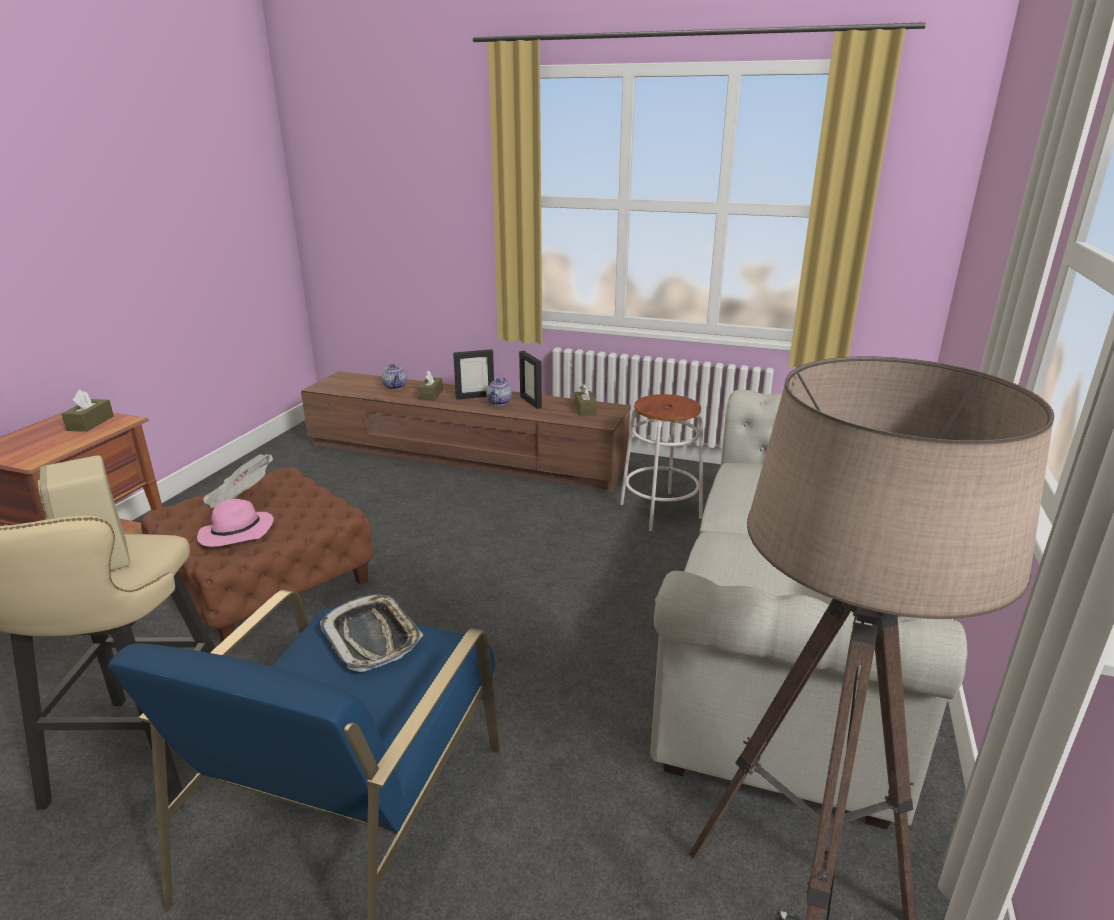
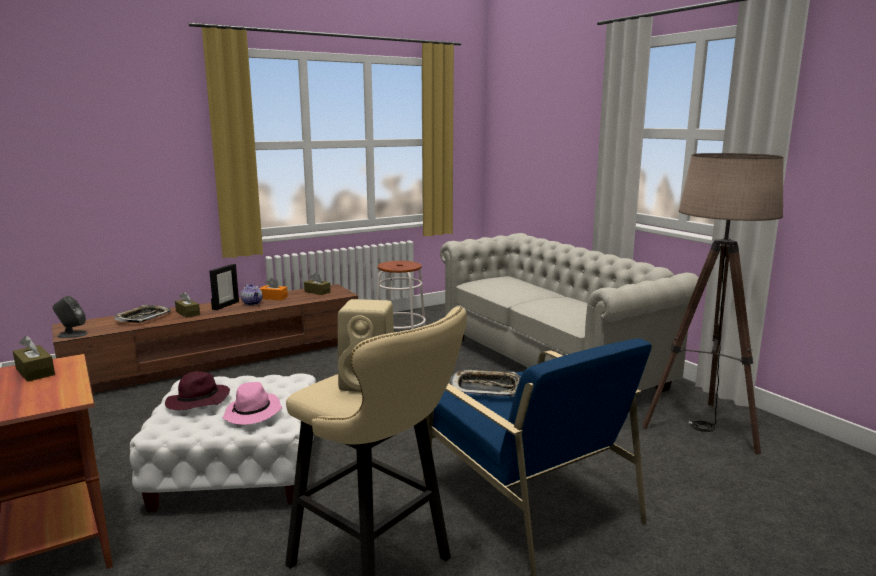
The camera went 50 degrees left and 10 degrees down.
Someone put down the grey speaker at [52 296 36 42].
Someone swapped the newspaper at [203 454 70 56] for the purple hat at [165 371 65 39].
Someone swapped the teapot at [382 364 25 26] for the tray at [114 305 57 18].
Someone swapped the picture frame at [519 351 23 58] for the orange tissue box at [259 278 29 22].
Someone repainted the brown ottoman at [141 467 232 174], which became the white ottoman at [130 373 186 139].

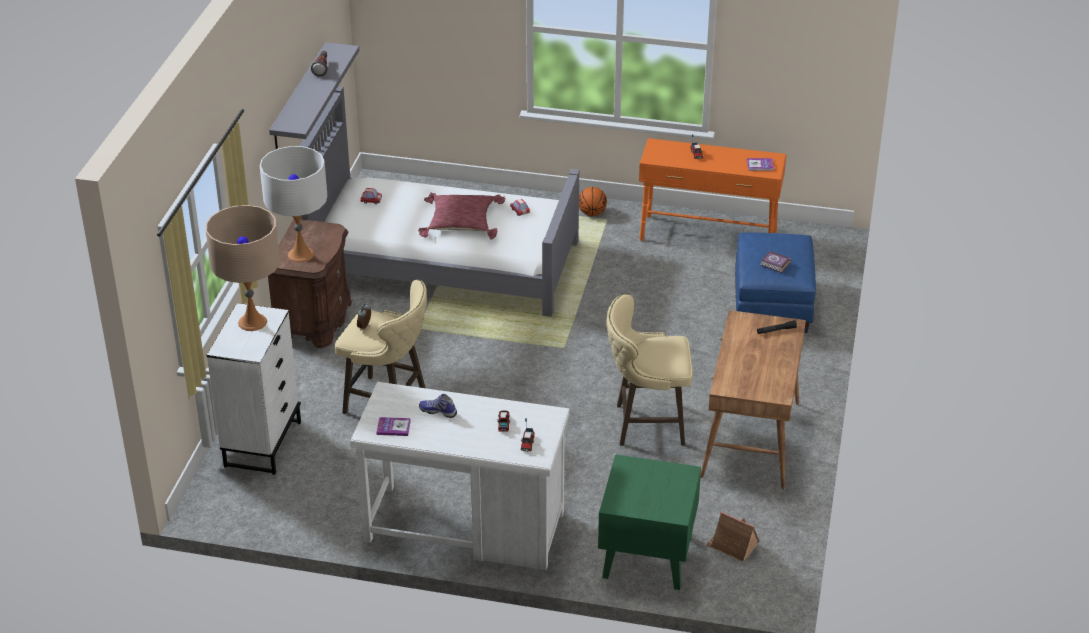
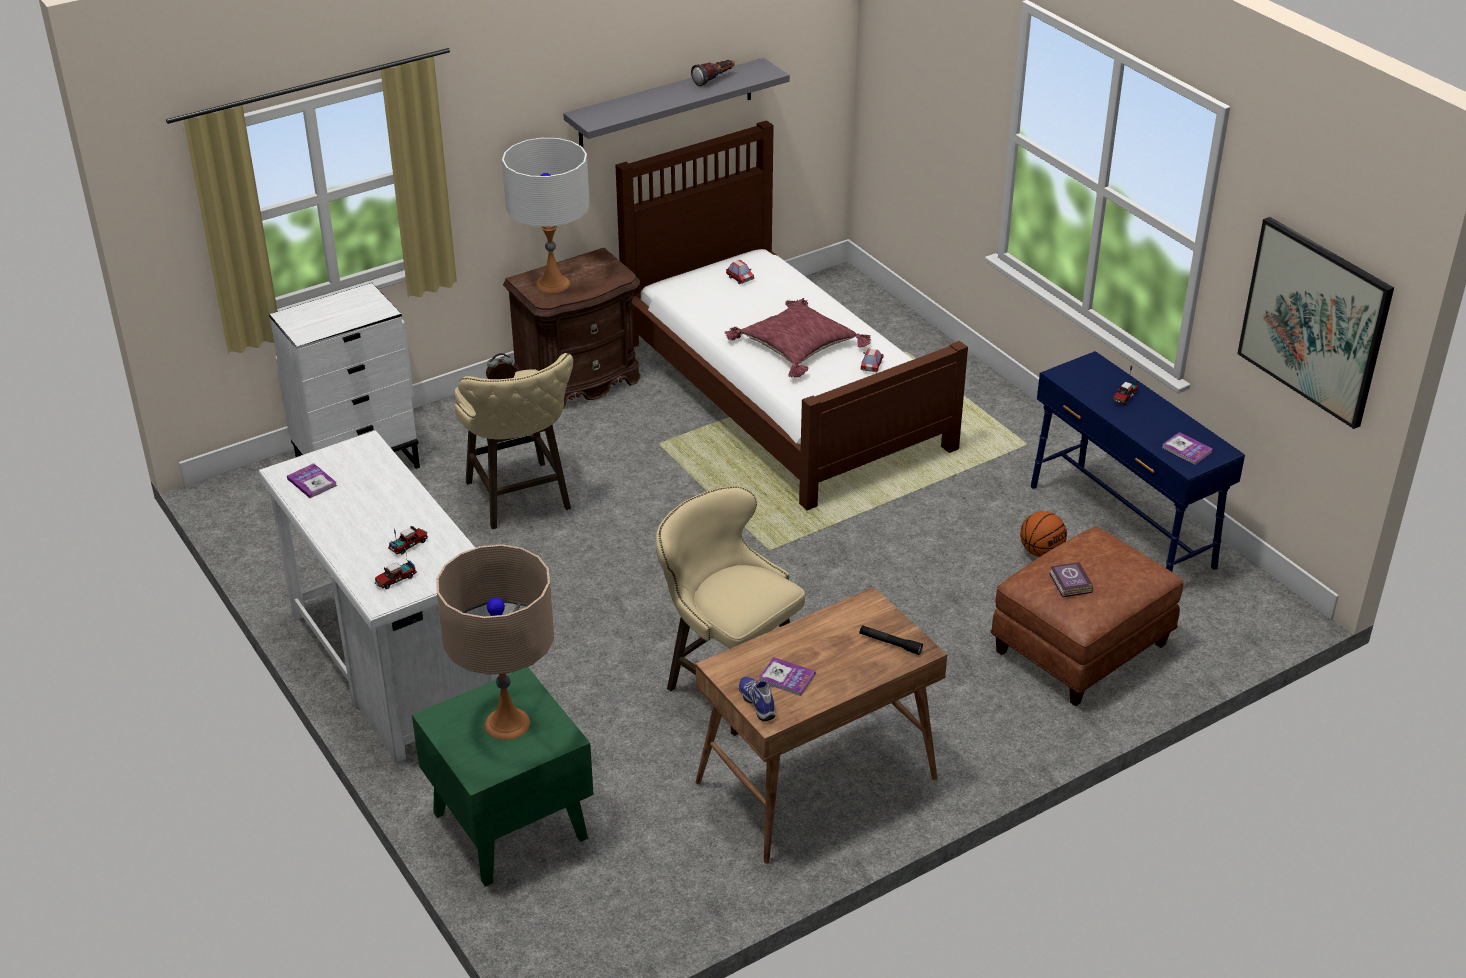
The camera went 45 degrees right and 0 degrees up.
Someone took away the toy house at [706 512 54 50].
Someone put down the book at [758 657 58 39].
Someone put up the picture at [1237 217 157 212].
Someone carried the beige table lamp from [206 205 74 126] to [436 544 118 196].
Someone carried the shoe from [419 394 38 24] to [739 677 36 45].
Someone carried the basketball from [579 187 28 29] to [1020 511 47 46].
Someone repainted the grey bed at [299 86 280 231], which became the brown bed at [615 120 353 390].
Someone repainted the orange console table at [639 138 147 103], which became the blue console table at [1031 351 214 221].
Someone repainted the blue ottoman at [735 233 81 100], which became the brown ottoman at [991 527 193 179].

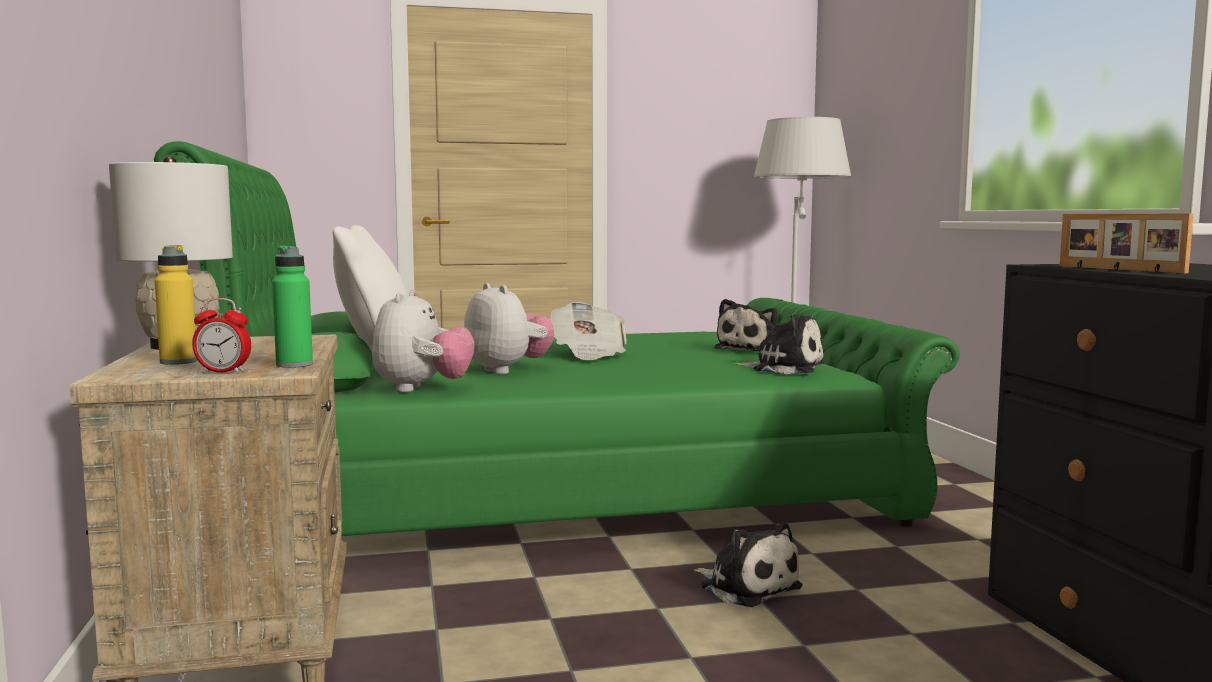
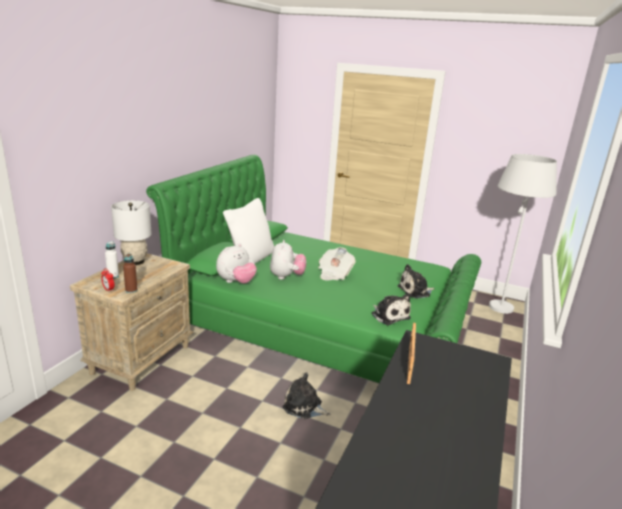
The camera went 35 degrees right and 15 degrees up.
Someone repainted the yellow bottle at [155 245 42 120], which became the white bottle at [105 241 14 38].
Someone repainted the green bottle at [272 246 41 122], which became the brown bottle at [123 253 15 40].
Someone rotated the plush toy at [694 522 109 85] by 120 degrees clockwise.

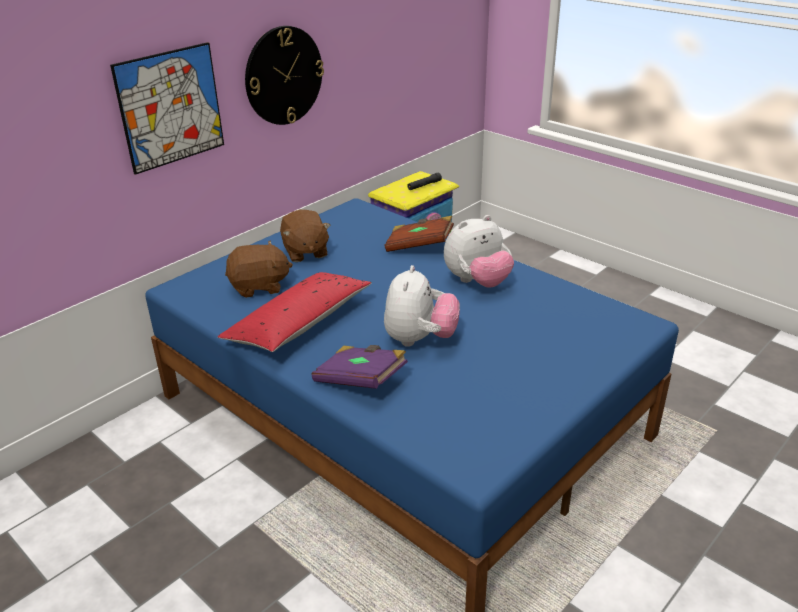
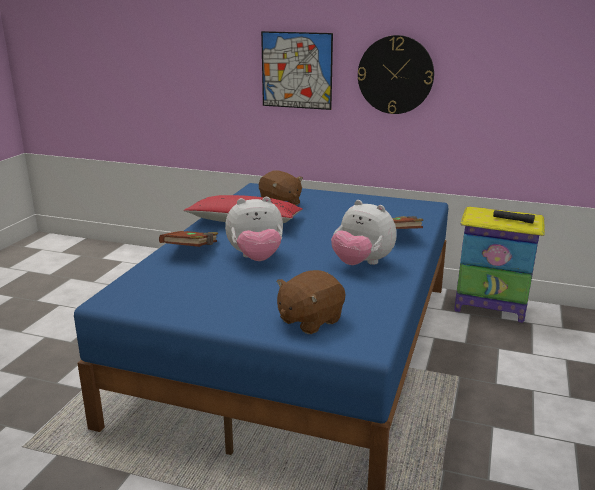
The camera went 65 degrees right and 10 degrees down.
Someone carried the brown plush toy from [280 210 51 52] to [277 270 68 64].
Someone repainted the purple book at [311 345 97 44], which became the brown book at [159 231 59 16].

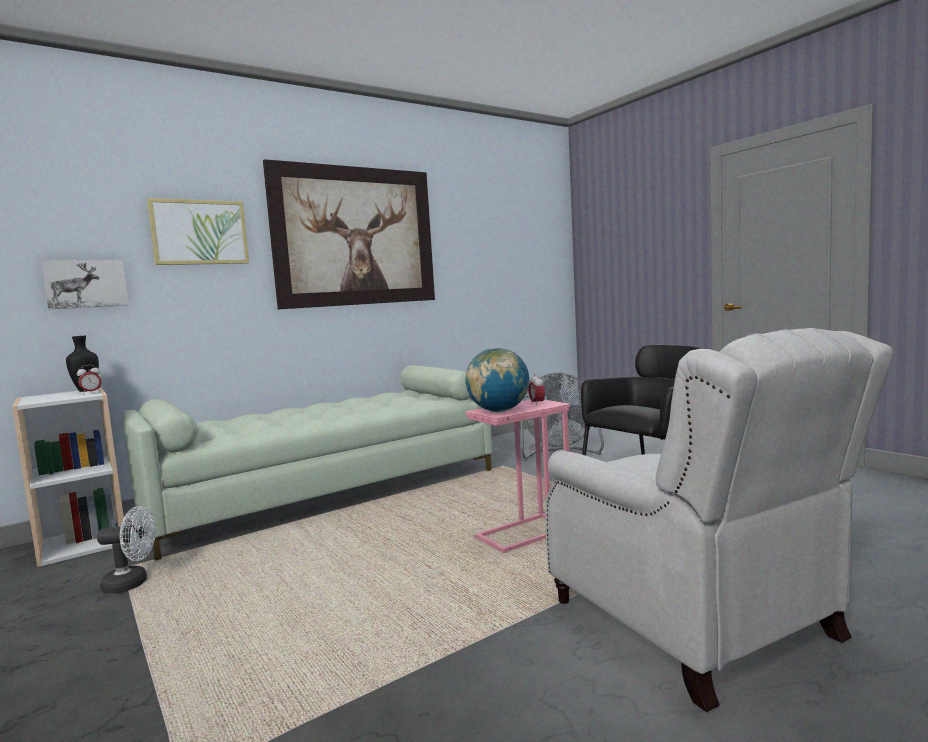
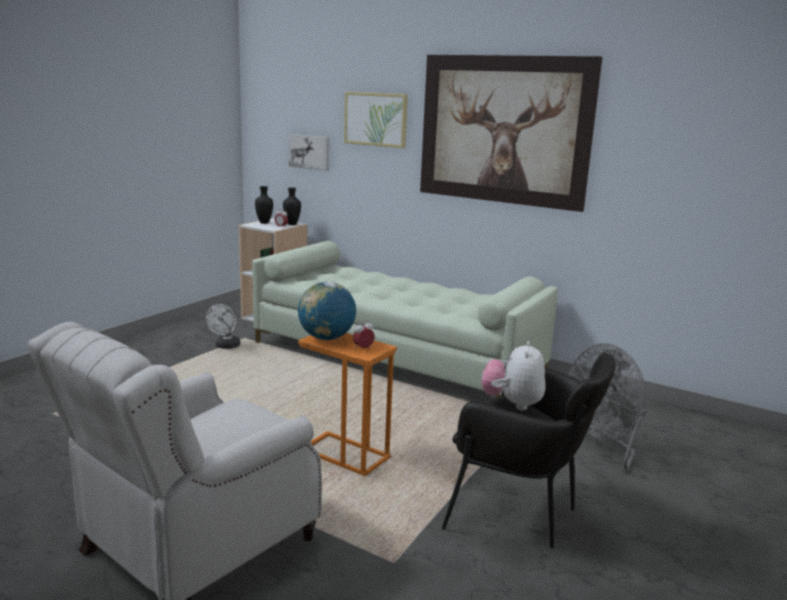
The camera went 65 degrees right and 10 degrees up.
Someone put down the black vase at [255 186 18 38].
Someone put down the plush toy at [482 341 63 69].
Someone repainted the pink side table at [465 399 105 154], which became the orange side table at [298 333 99 143].
Someone rotated the white fan at [97 506 59 88] by 45 degrees clockwise.

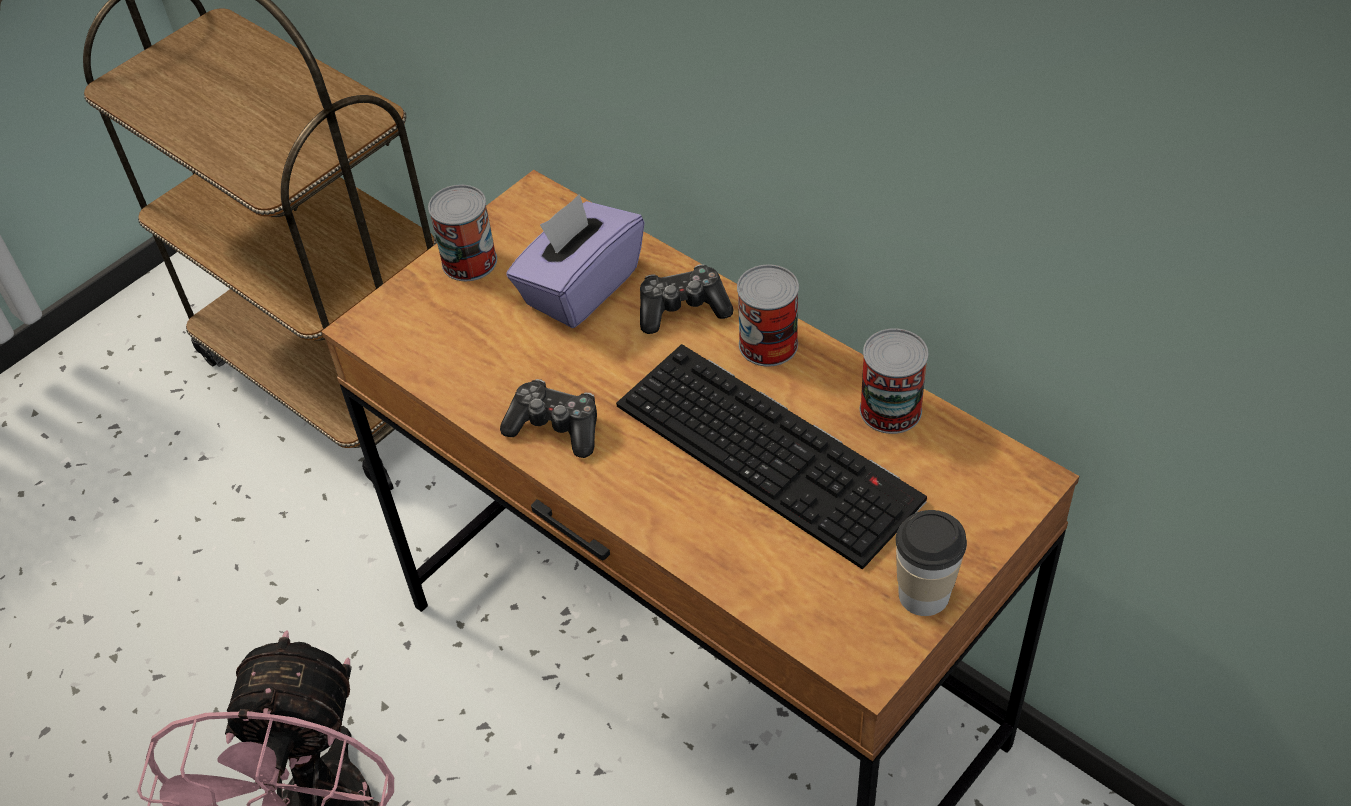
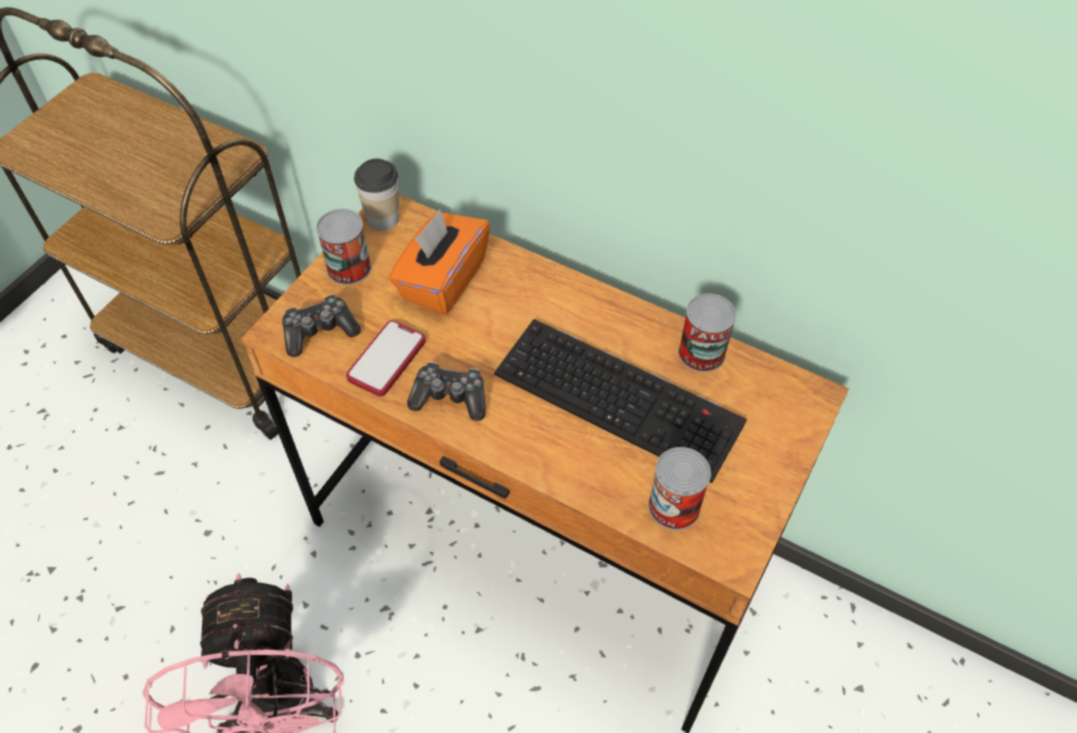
The camera went 15 degrees left and 5 degrees up.
Someone put down the phone at [346 320 80 77].
Someone carried the game controller from [640 264 93 70] to [282 294 79 63].
Someone carried the can from [737 264 62 103] to [648 447 63 83].
Someone carried the cup from [896 510 71 106] to [354 159 45 72].
Someone repainted the purple tissue box at [506 194 139 134], which became the orange tissue box at [389 209 101 106].

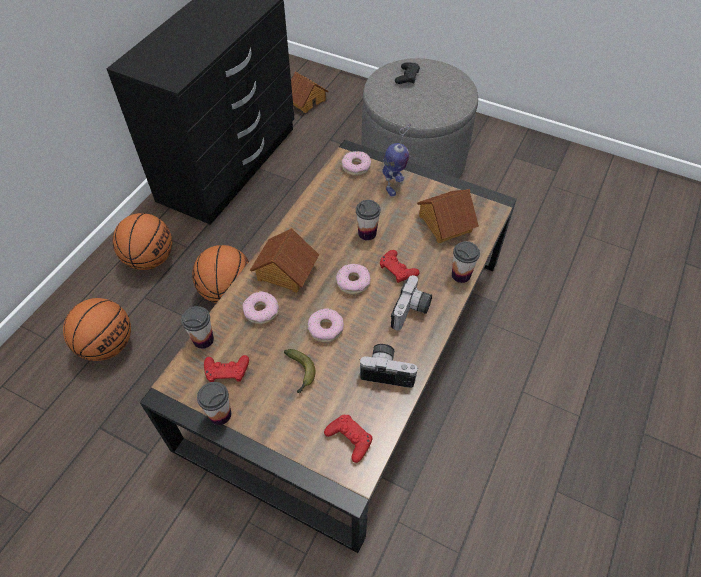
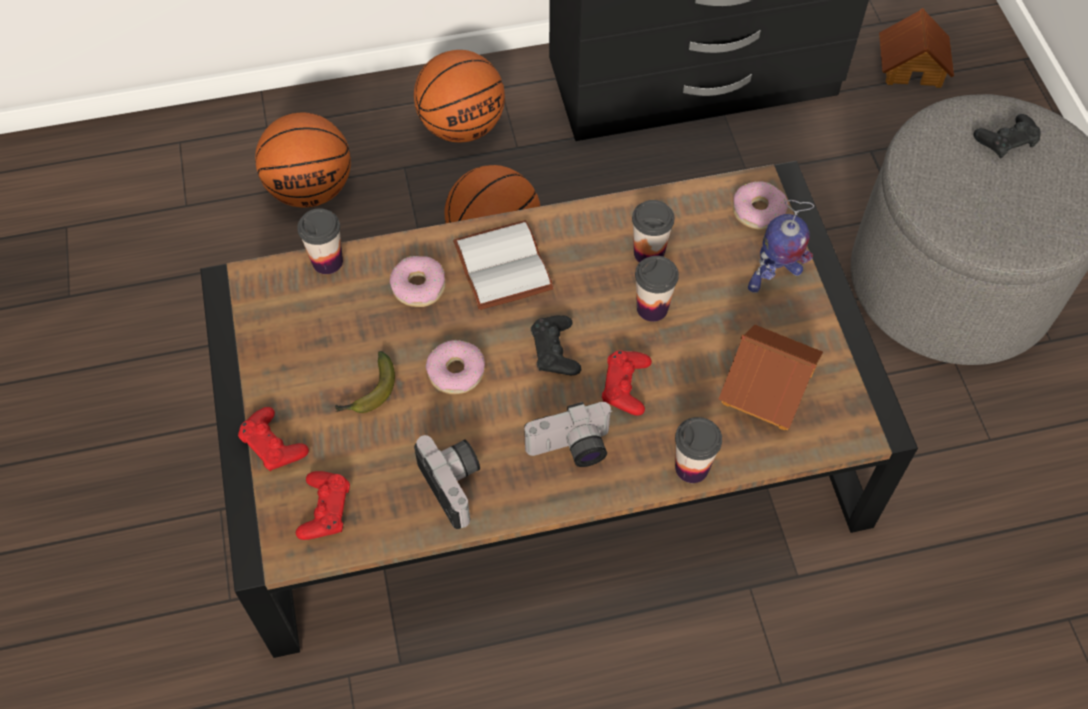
The camera went 50 degrees right and 5 degrees up.
Someone carried the cup from [197 382 34 43] to [632 200 42 63].
Someone carried the red game controller from [204 355 45 27] to [238 407 71 64].
Someone swapped the toy house at [250 228 69 65] for the white book at [453 220 101 90].
Someone swapped the donut at [336 264 35 30] for the black game controller at [531 315 50 60].

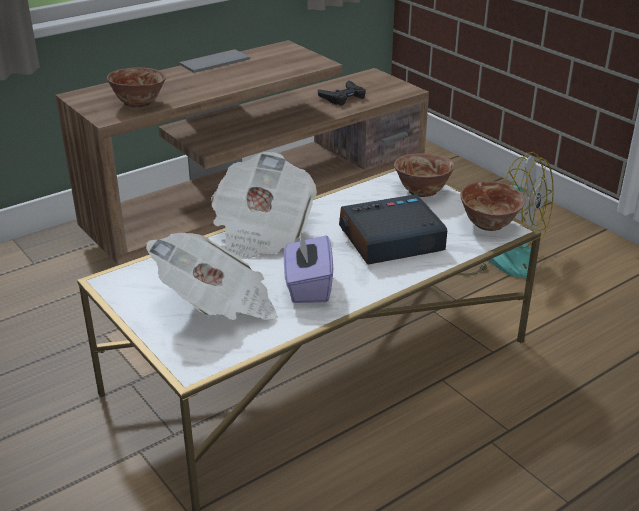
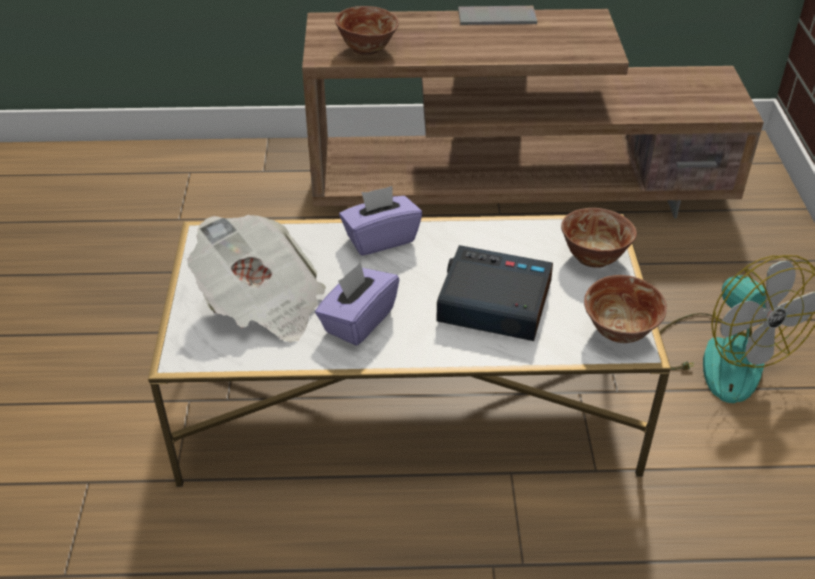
The camera went 35 degrees right and 10 degrees up.
Someone took away the black game controller at [318 80 48 26].
Someone swapped the newspaper at [211 152 106 107] for the purple tissue box at [339 186 83 70].

